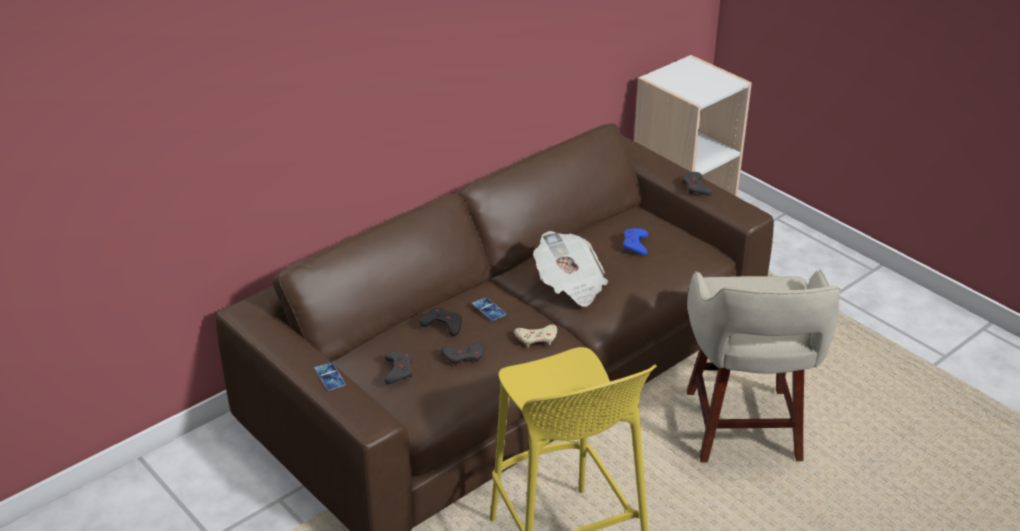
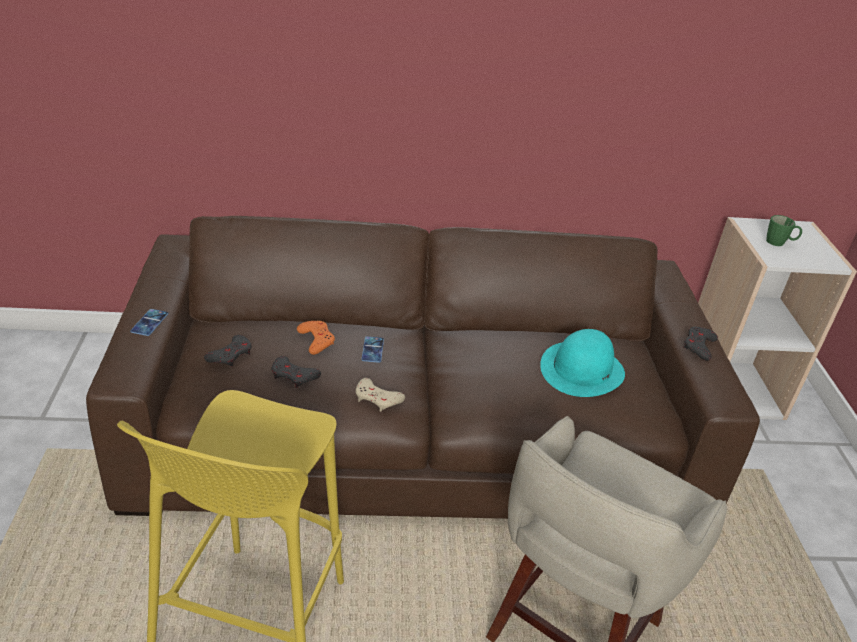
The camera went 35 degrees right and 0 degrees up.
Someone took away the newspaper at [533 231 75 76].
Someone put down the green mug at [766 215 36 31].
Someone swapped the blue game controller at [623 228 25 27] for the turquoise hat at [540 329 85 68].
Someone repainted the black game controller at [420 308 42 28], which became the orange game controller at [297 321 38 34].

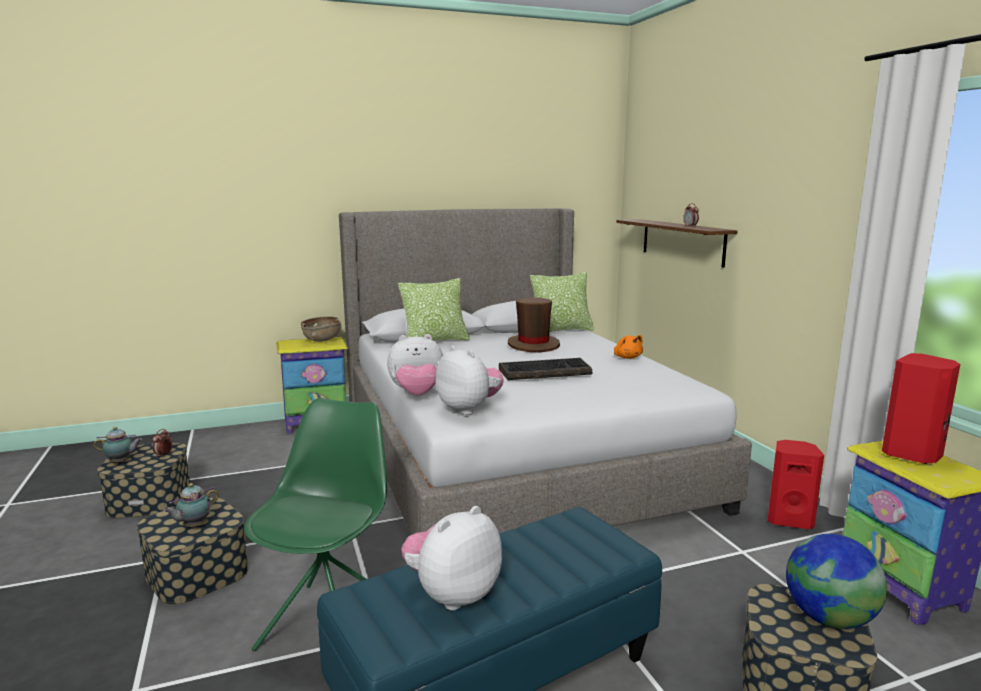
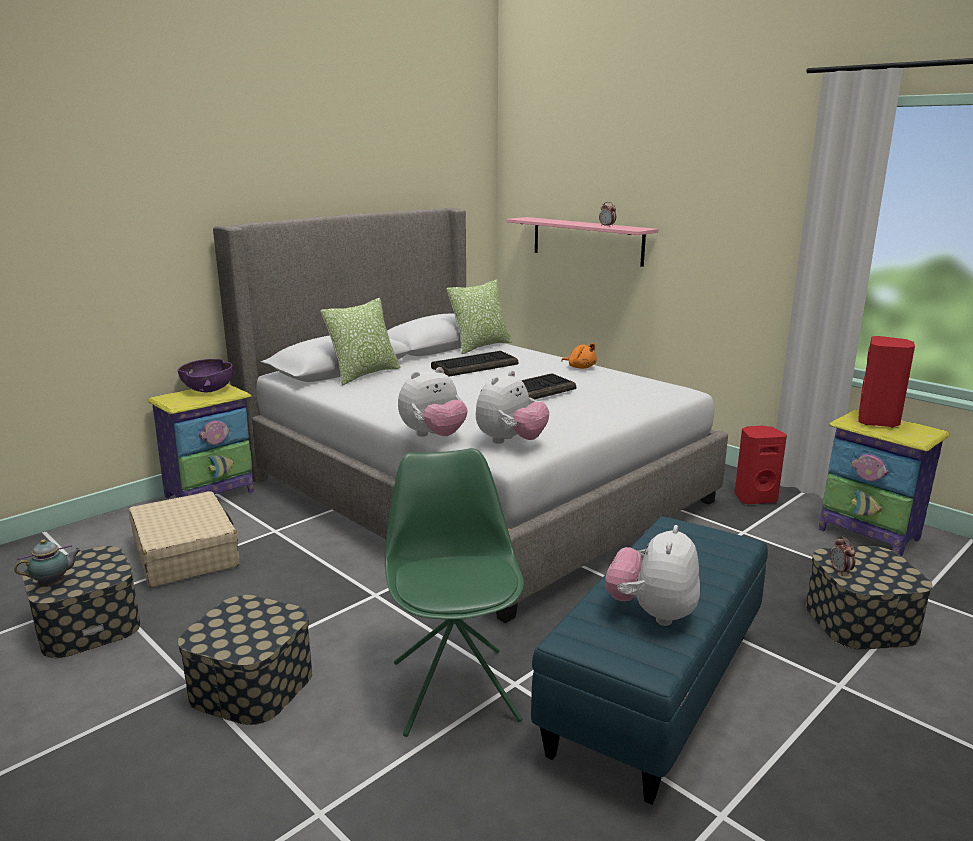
The camera went 25 degrees left and 5 degrees up.
Someone took away the teapot at [163 483 56 45].
Someone took away the globe at [786 534 101 95].
Someone put down the beige suitcase at [129 491 111 96].
Someone carried the alarm clock from [152 429 21 29] to [830 537 26 39].
Someone swapped the brown hat at [508 297 52 56] for the keyboard at [431 351 87 25].
Someone repainted the brown bowl at [301 317 40 25], which became the purple bowl at [178 359 55 33].
Someone repainted the brown shelf at [616 219 121 49], which became the pink shelf at [507 217 151 50].
Someone rotated the plush toy at [436 345 68 70] by 105 degrees clockwise.

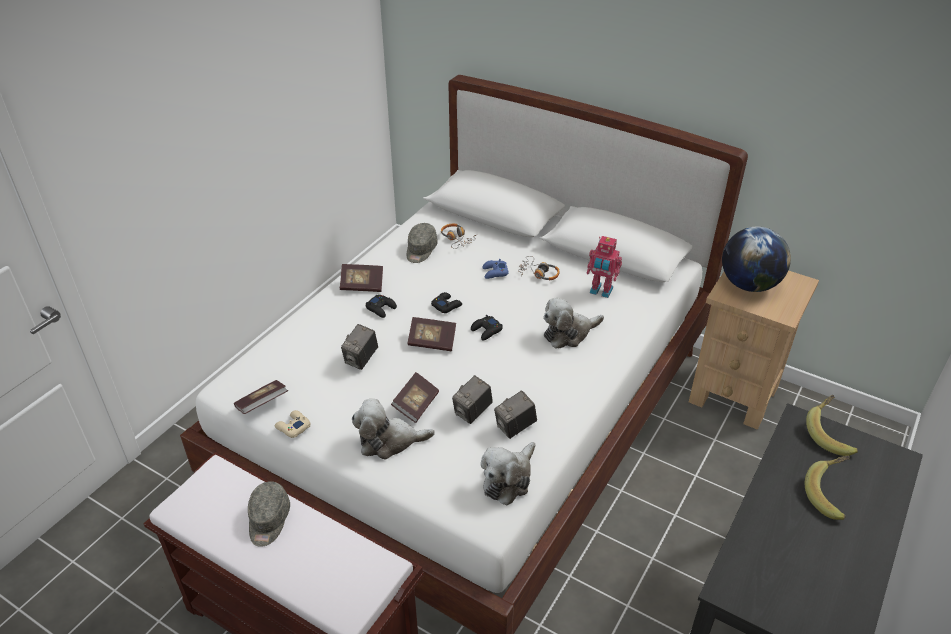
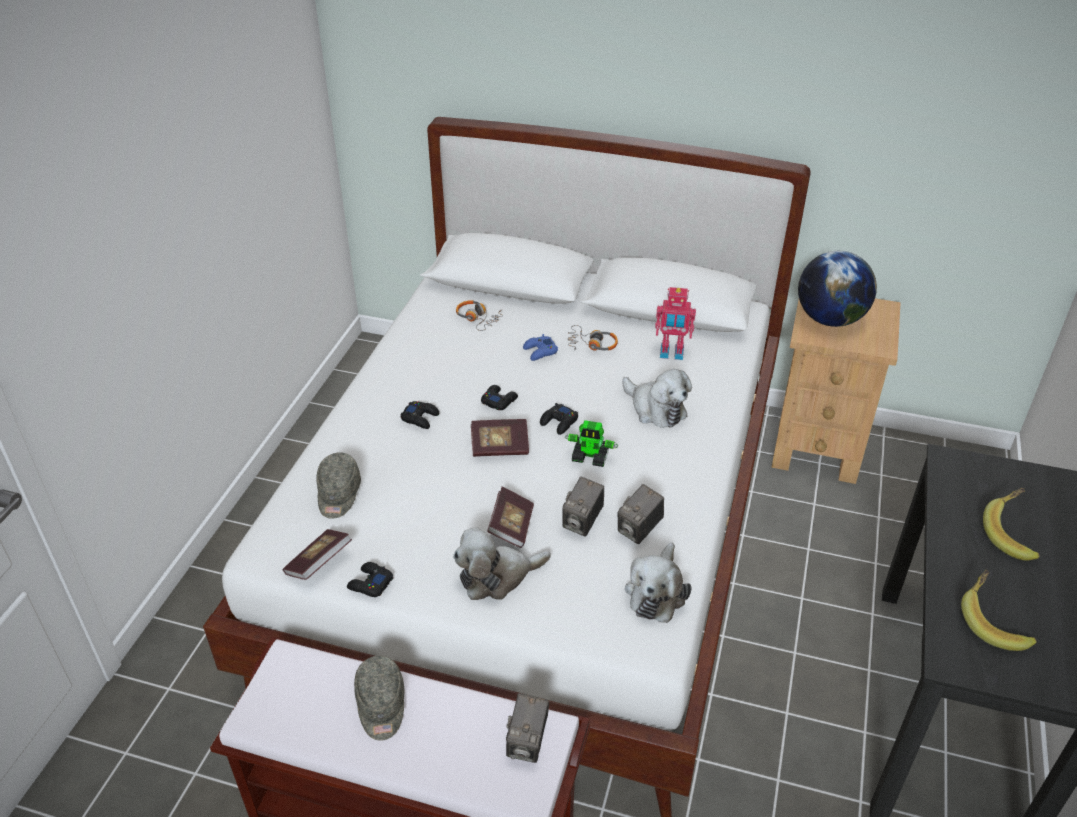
The camera went 15 degrees left and 0 degrees up.
Someone took away the book at [340 264 43 28].
Someone put down the toy robot at [565 420 53 47].
Someone carried the photo camera from [341 324 37 46] to [506 693 43 70].
Someone carried the grey cap from [407 223 31 40] to [317 452 44 67].
Someone carried the banana from [806 395 52 61] to [961 569 76 82].
Someone repainted the beige game controller at [275 410 35 28], which became the black game controller at [347 562 46 35].
Someone rotated the plush toy at [543 298 61 51] by 90 degrees counterclockwise.

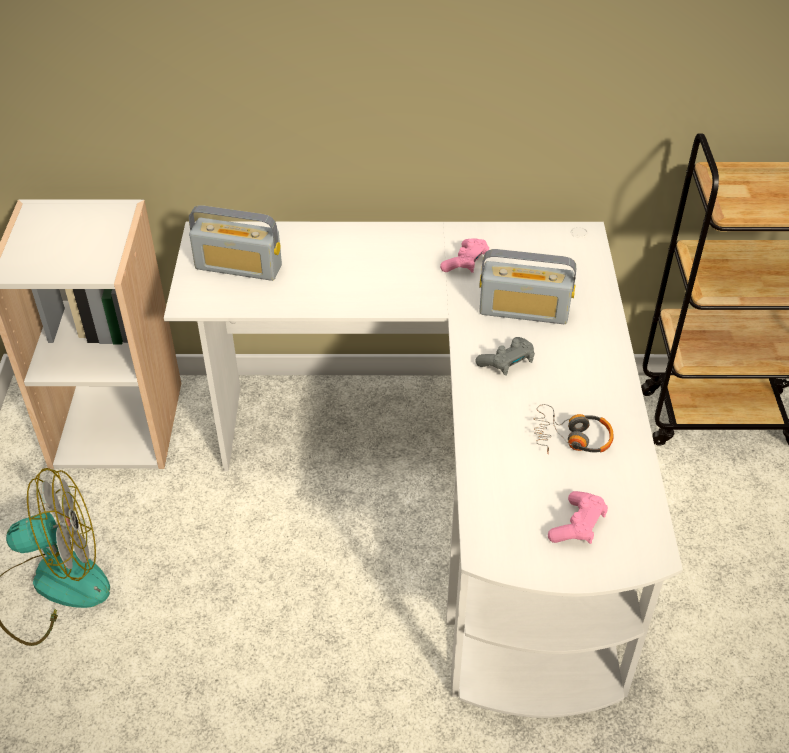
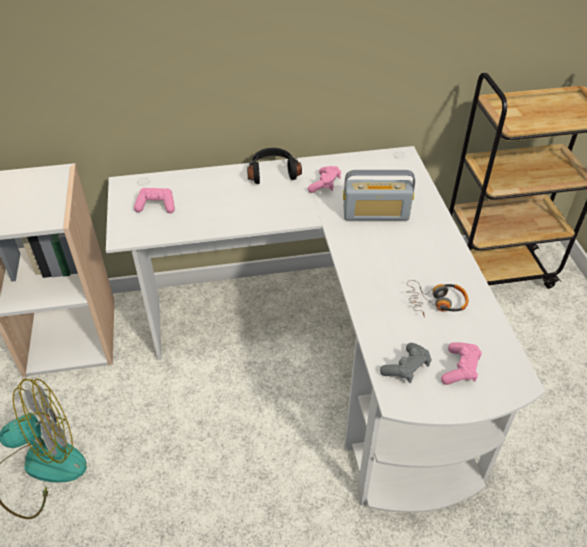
The camera went 10 degrees left and 0 degrees up.
Someone put down the black headphones at [247 148 55 36].
Someone carried the grey game controller from [475 337 60 39] to [380 343 52 40].
Someone swapped the radio at [189 205 93 76] for the pink game controller at [134 188 41 25].

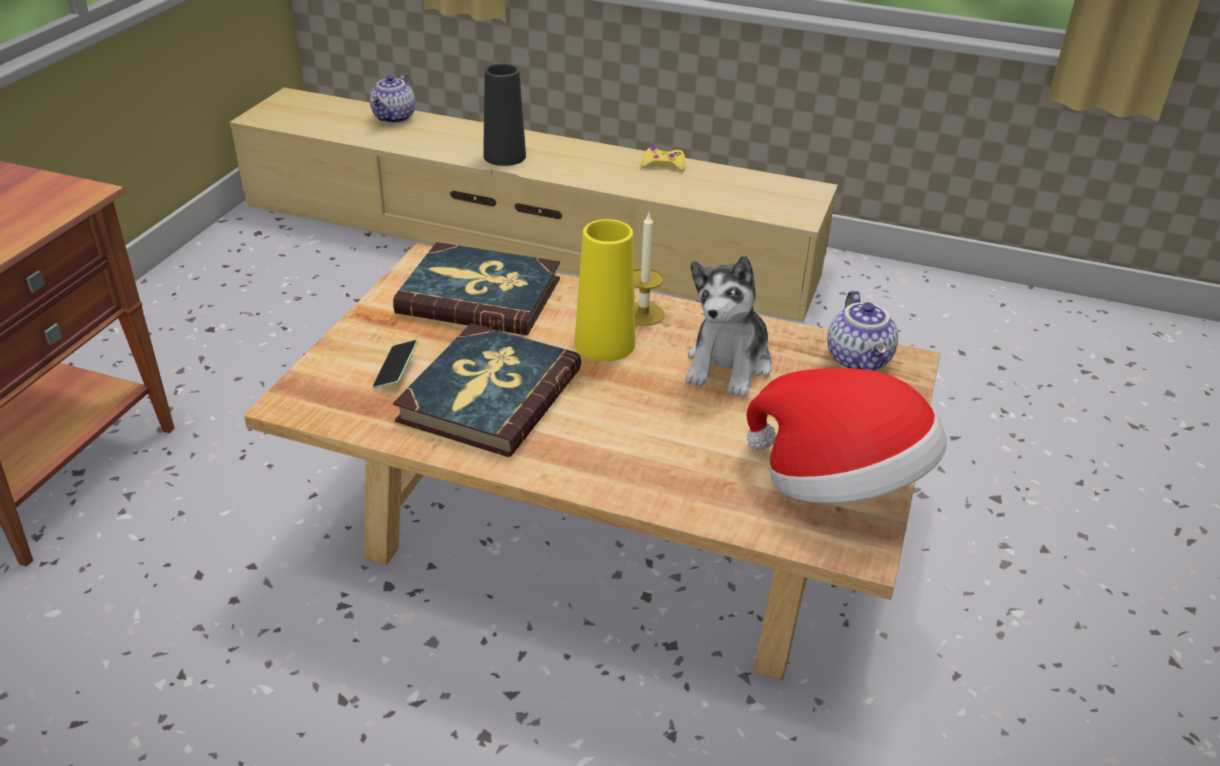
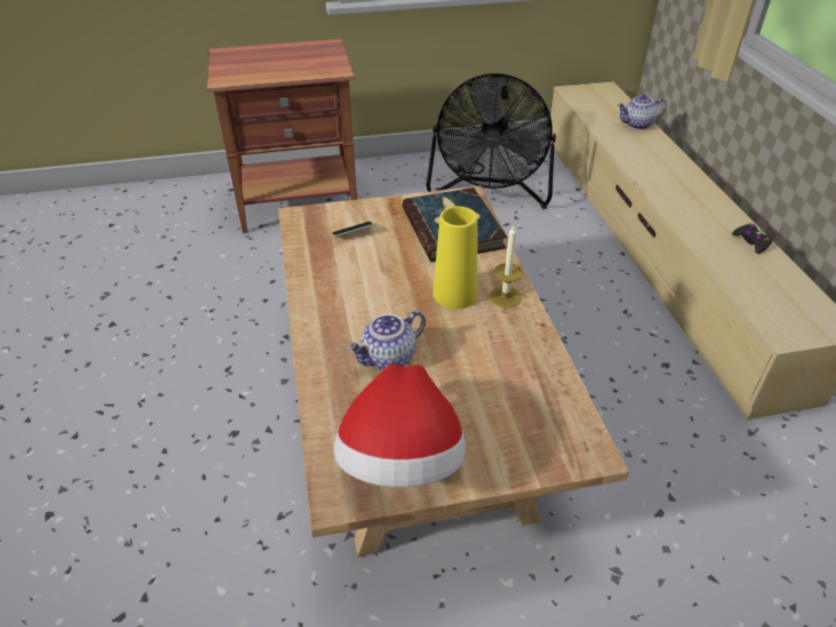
The camera went 60 degrees right and 5 degrees up.
Someone took away the book at [393 323 188 134].
Someone took away the black vase at [483 64 43 102].
Someone took away the plush toy at [685 255 87 143].
Someone put down the black fan at [426 73 130 136].
Someone carried the teapot from [827 290 71 81] to [347 311 79 59].
Someone repainted the yellow game controller at [641 147 44 24], which became the black game controller at [732 224 41 30].

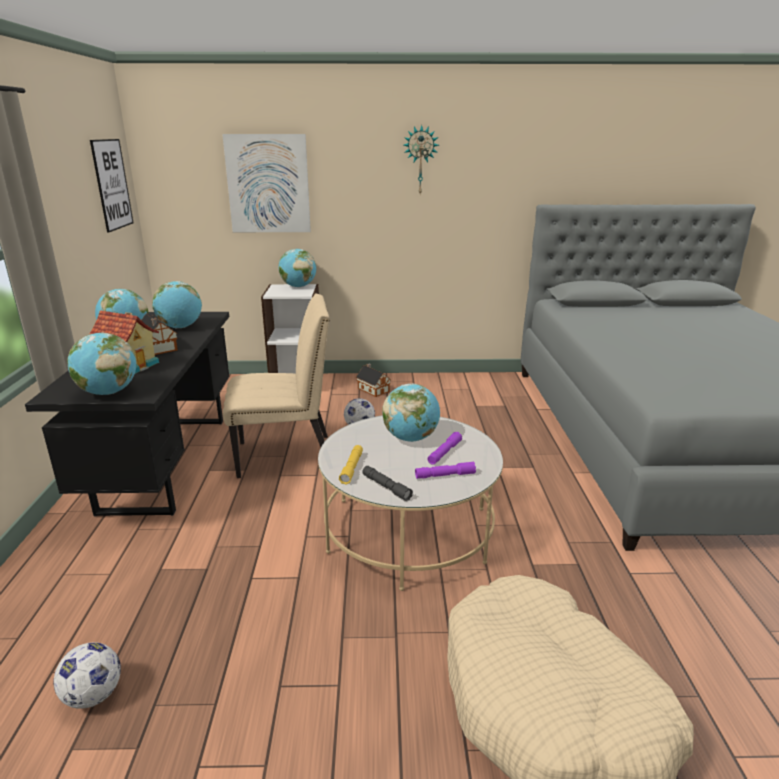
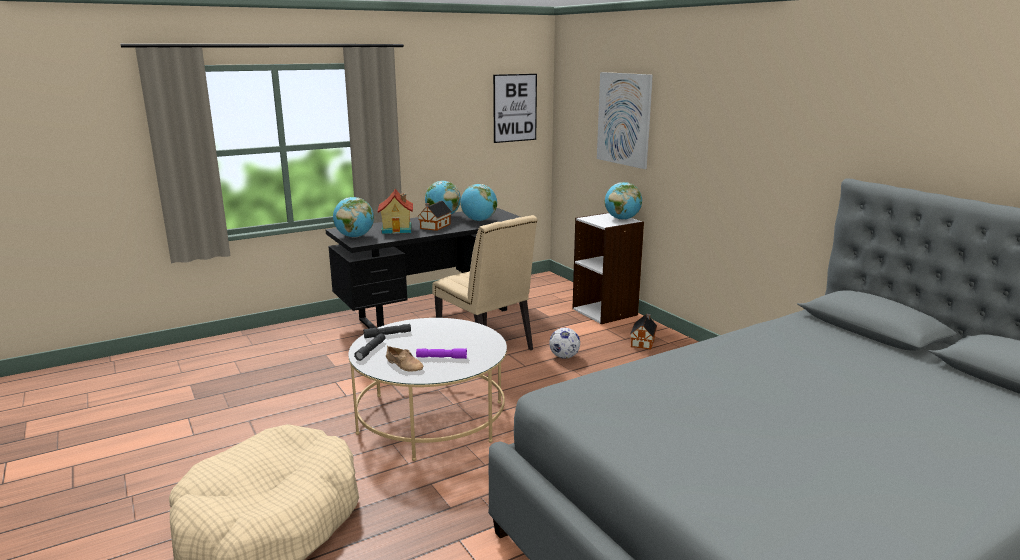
The camera went 60 degrees right and 5 degrees down.
Someone took away the football at [53 642 68 67].
Someone took away the globe at [382 383 58 59].
Someone took away the wall clock at [404 125 35 69].
Someone swapped the purple flashlight at [415 461 61 18] for the beige shoe at [386 346 37 26].
Someone repainted the yellow flashlight at [339 445 24 40], which became the grey flashlight at [363 324 48 14].

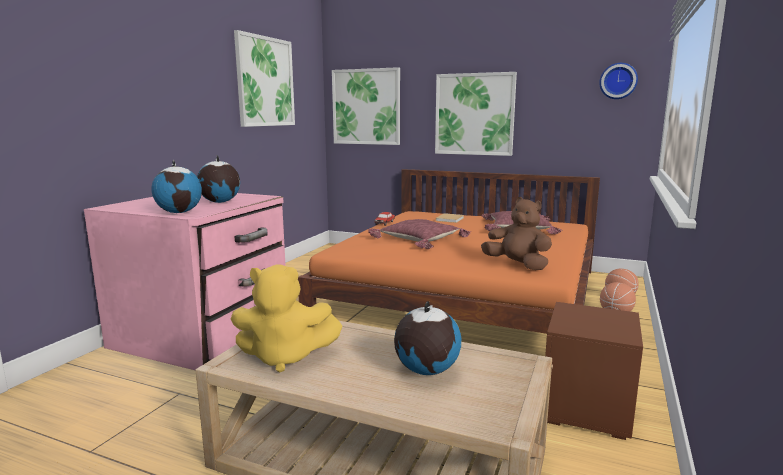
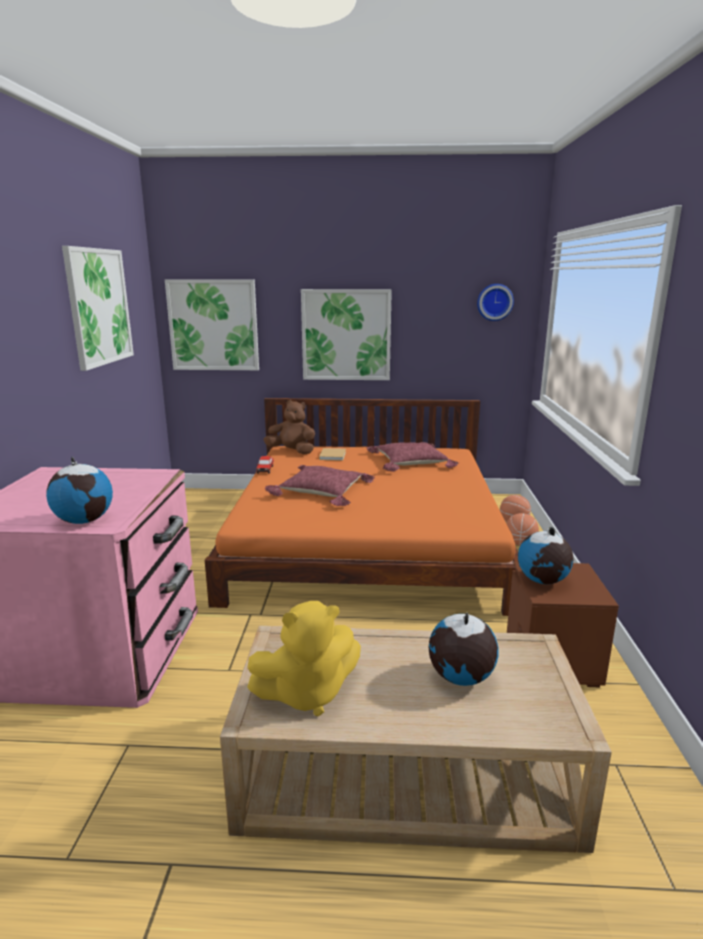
The camera went 20 degrees left and 5 degrees up.
Someone carried the globe from [197 155 43 48] to [518 527 56 57].
Someone carried the brown plush toy from [481 197 71 73] to [263 400 52 54].

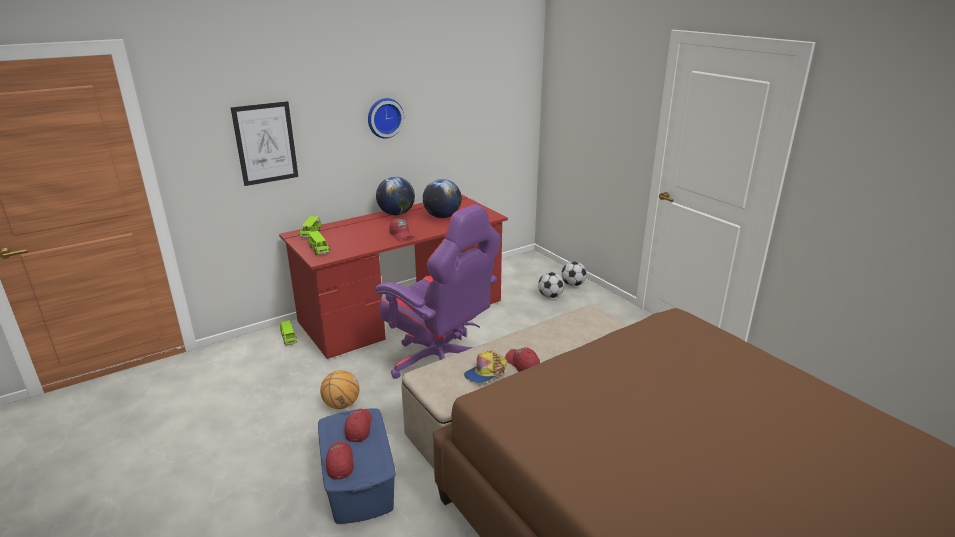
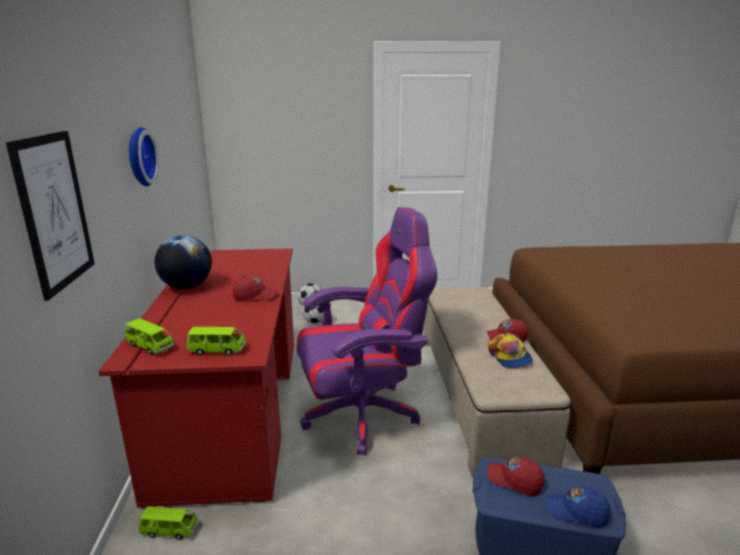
The camera went 60 degrees left and 5 degrees down.
Someone took away the basketball at [320 370 40 39].
Someone took away the globe at [423 179 39 39].
Someone repainted the red cap at [326 442 28 38], which became the blue cap at [547 486 63 42].

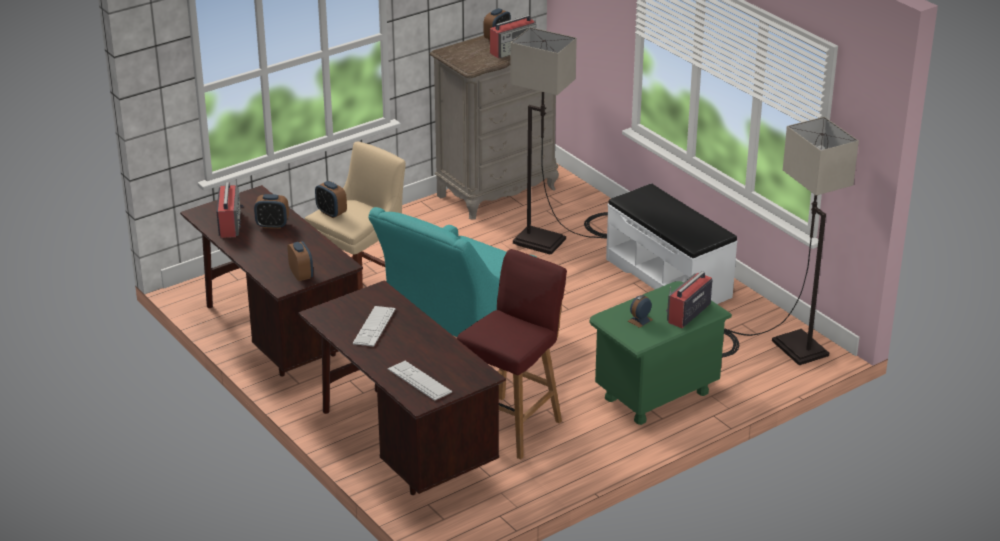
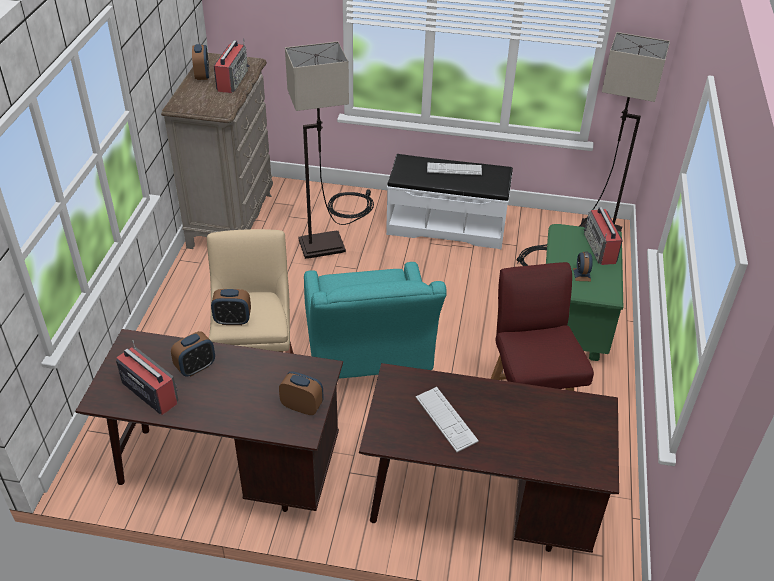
The camera went 45 degrees left and 10 degrees up.
Someone carried the keyboard from [388 361 64 40] to [427 163 55 12].

